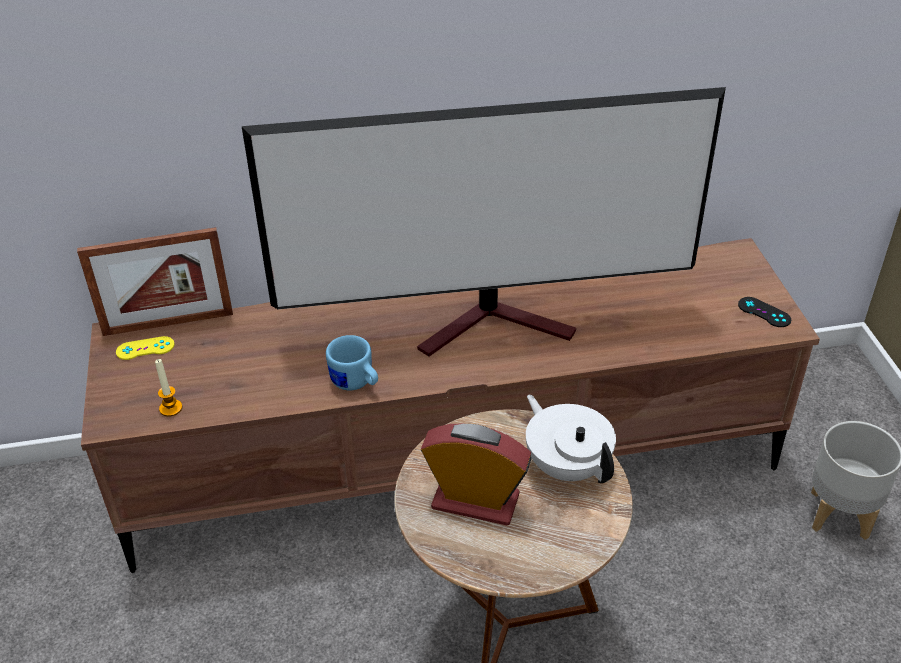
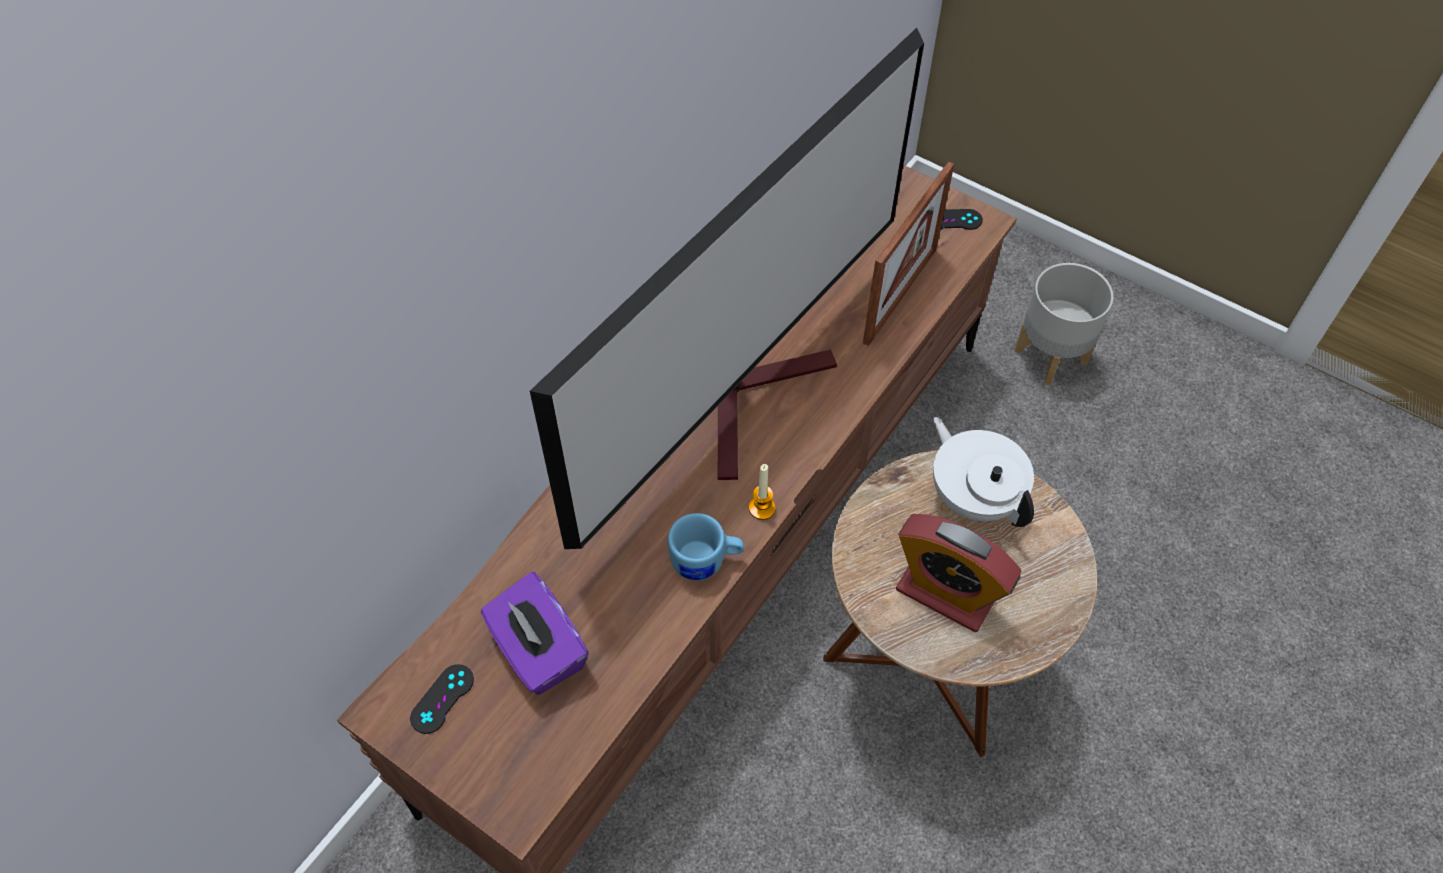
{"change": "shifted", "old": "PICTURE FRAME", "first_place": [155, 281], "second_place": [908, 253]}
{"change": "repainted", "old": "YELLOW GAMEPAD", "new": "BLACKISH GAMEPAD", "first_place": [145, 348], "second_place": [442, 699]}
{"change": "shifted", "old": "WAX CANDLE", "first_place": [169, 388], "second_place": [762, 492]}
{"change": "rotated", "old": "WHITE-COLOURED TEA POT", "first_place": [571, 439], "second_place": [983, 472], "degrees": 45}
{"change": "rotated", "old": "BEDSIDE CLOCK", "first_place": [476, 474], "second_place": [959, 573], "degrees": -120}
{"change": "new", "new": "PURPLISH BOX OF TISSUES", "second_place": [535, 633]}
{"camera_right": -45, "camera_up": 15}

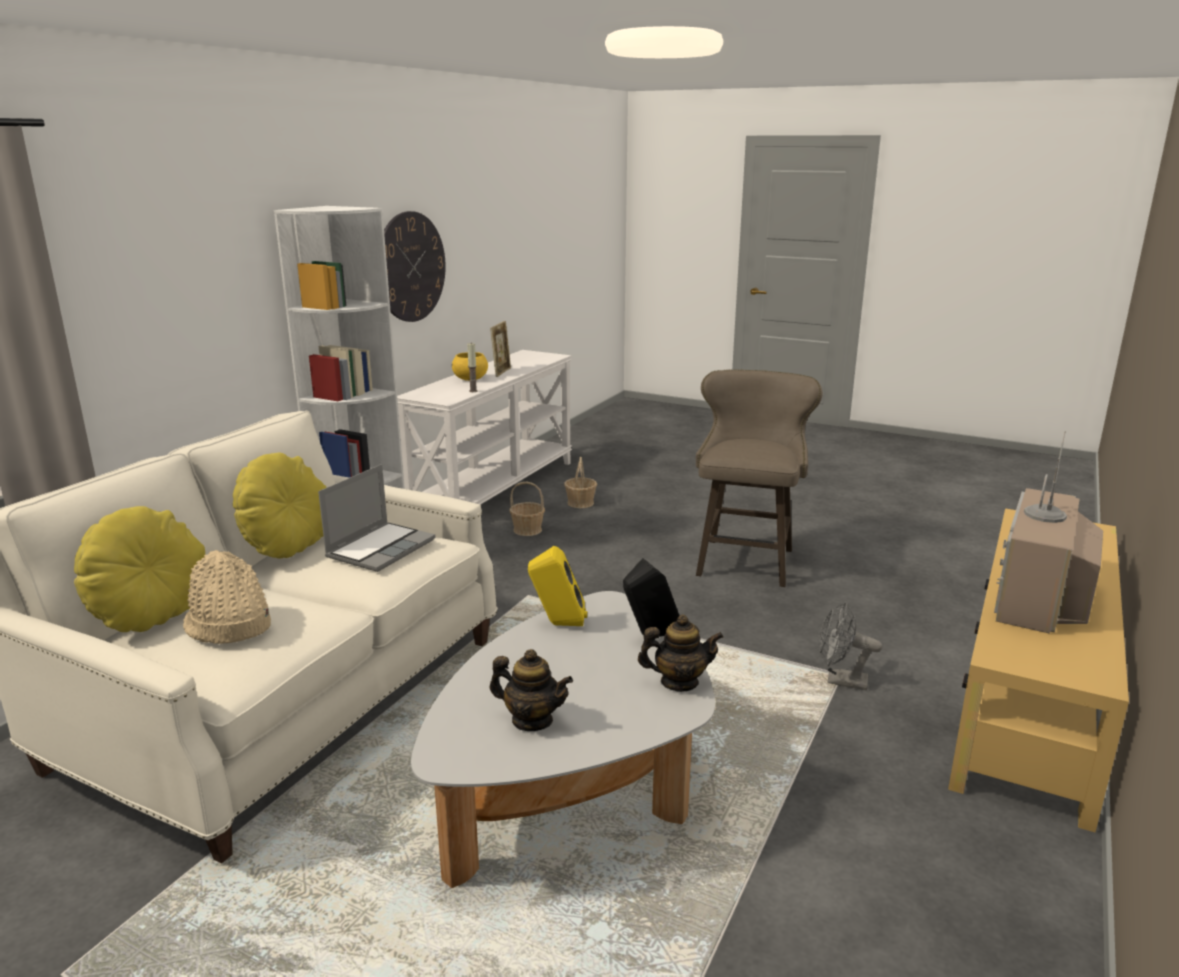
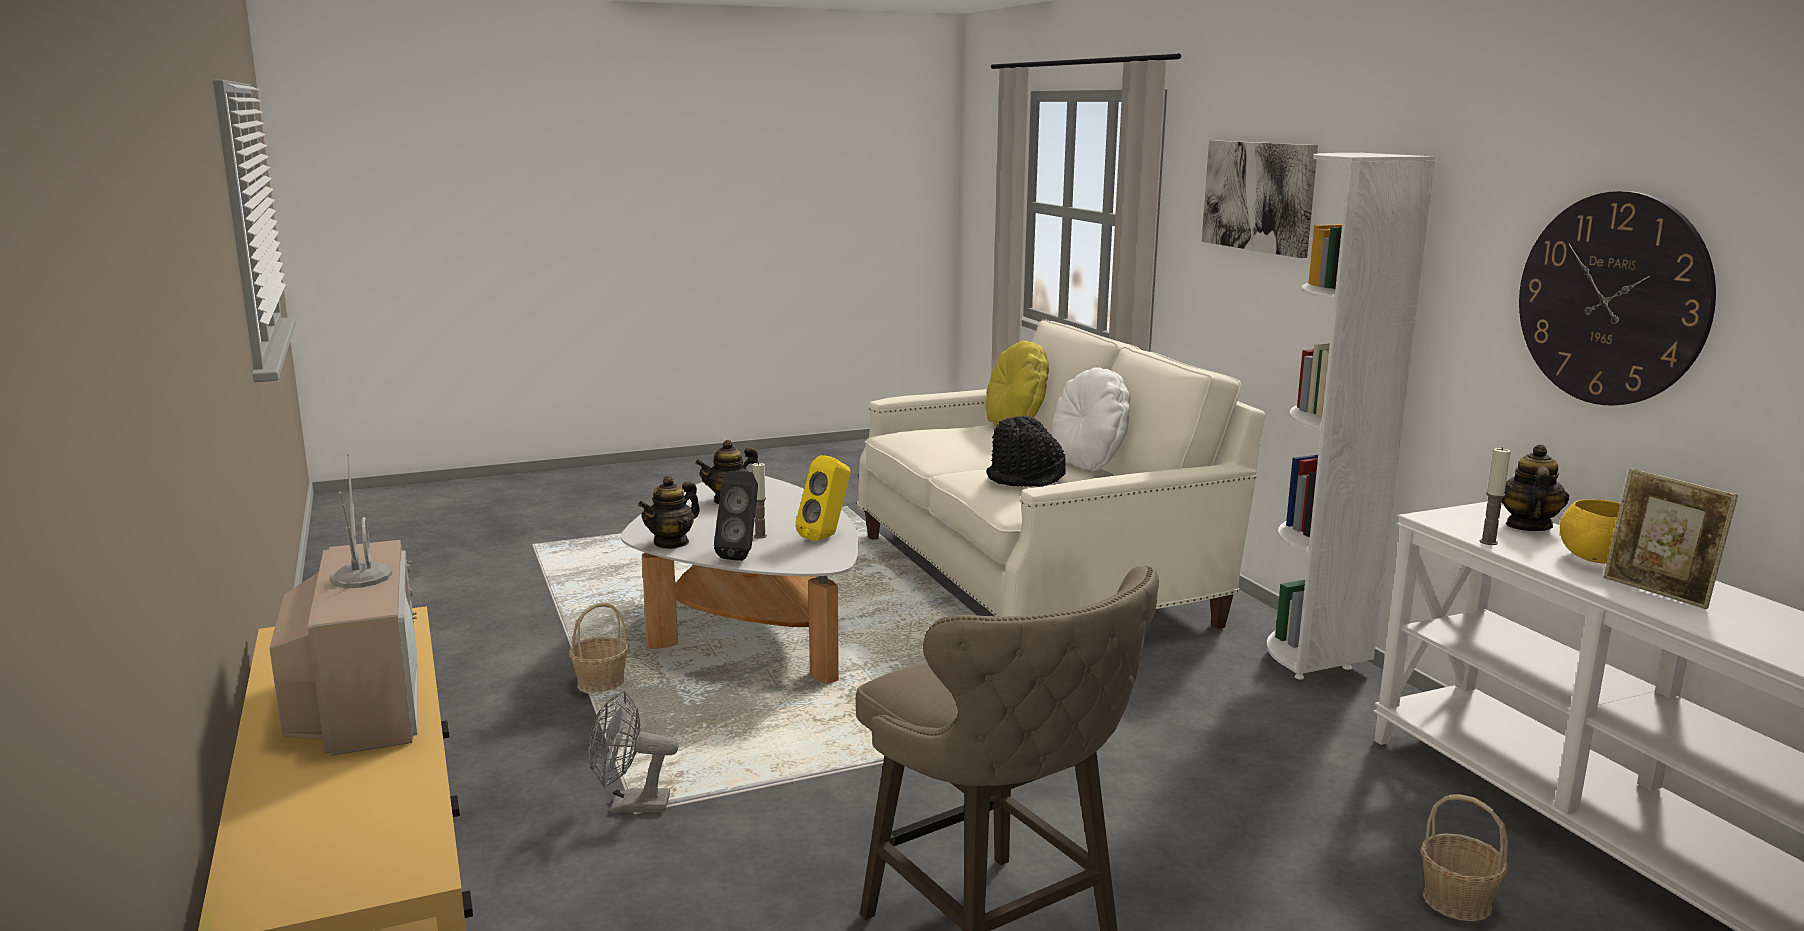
{"change": "repainted", "old": "YELLOW THROW PILLOW", "new": "WHITE-COLOURED THROW PILLOW", "first_place": [280, 506], "second_place": [1091, 419]}
{"change": "swapped", "old": "PORTABLE COMPUTER", "new": "BLACKISH CLOTHING HAT", "first_place": [376, 518], "second_place": [1026, 451]}
{"change": "shifted", "old": "BASKET", "first_place": [527, 509], "second_place": [599, 647]}
{"change": "gone", "old": "BEIGE-COLOURED CLOTHING HAT", "first_place": [227, 597]}
{"change": "rotated", "old": "GREY ELECTRIC FAN", "first_place": [850, 646], "second_place": [634, 751], "degrees": -150}
{"change": "new", "new": "WALL ART", "second_place": [1260, 199]}
{"change": "new", "new": "TEA POT", "second_place": [1535, 487]}
{"change": "new", "new": "WAX CANDLE", "second_place": [759, 500]}
{"camera_right": 130, "camera_up": -5}

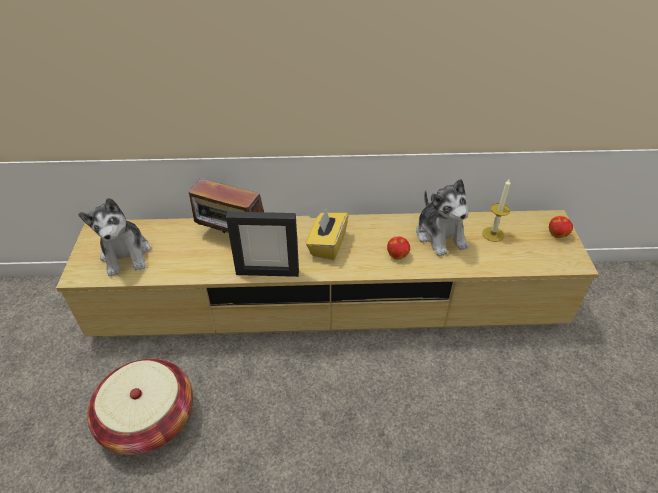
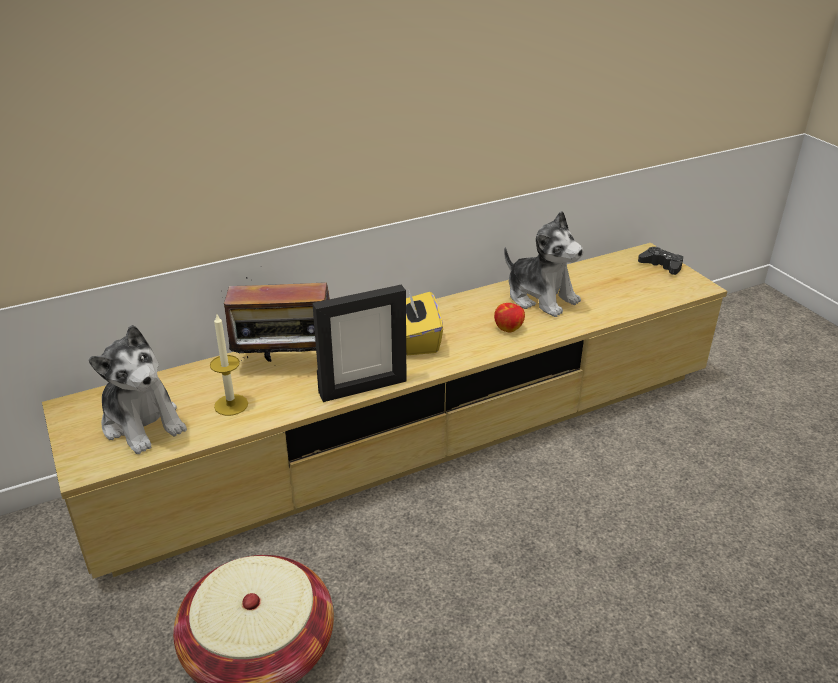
{"change": "shifted", "old": "WAX CANDLE", "first_place": [496, 210], "second_place": [229, 365]}
{"change": "swapped", "old": "APPLE", "new": "BLACKISH GAMEPAD", "first_place": [561, 227], "second_place": [660, 261]}
{"camera_right": -25, "camera_up": -10}

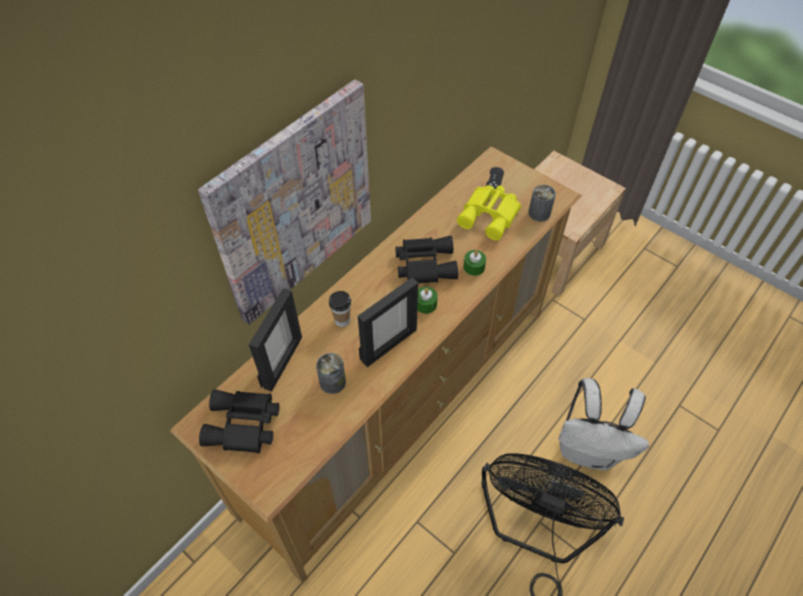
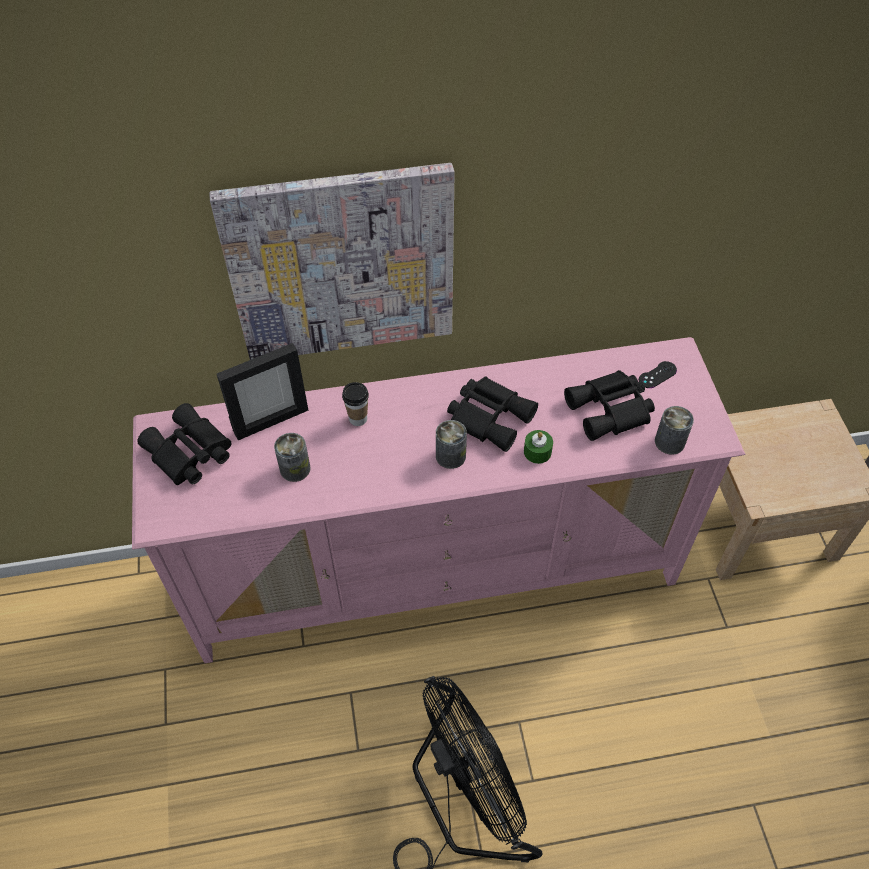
{"change": "repainted", "old": "BROWNISH CHEST OF DRAWERS", "new": "PINK-COLOURED CHEST OF DRAWERS", "first_place": [376, 364], "second_place": [439, 500]}
{"change": "repainted", "old": "YELLOW PAIR OF BINOCULARS", "new": "BLACKISH PAIR OF BINOCULARS", "first_place": [489, 212], "second_place": [609, 405]}
{"change": "gone", "old": "PICTURE FRAME", "first_place": [388, 322]}
{"change": "swapped", "old": "GREENISH WAX CANDLE", "new": "METAL CAN", "first_place": [427, 300], "second_place": [451, 444]}
{"change": "gone", "old": "WHITE-COLOURED RUCKSACK", "first_place": [603, 424]}
{"camera_right": 40, "camera_up": 0}

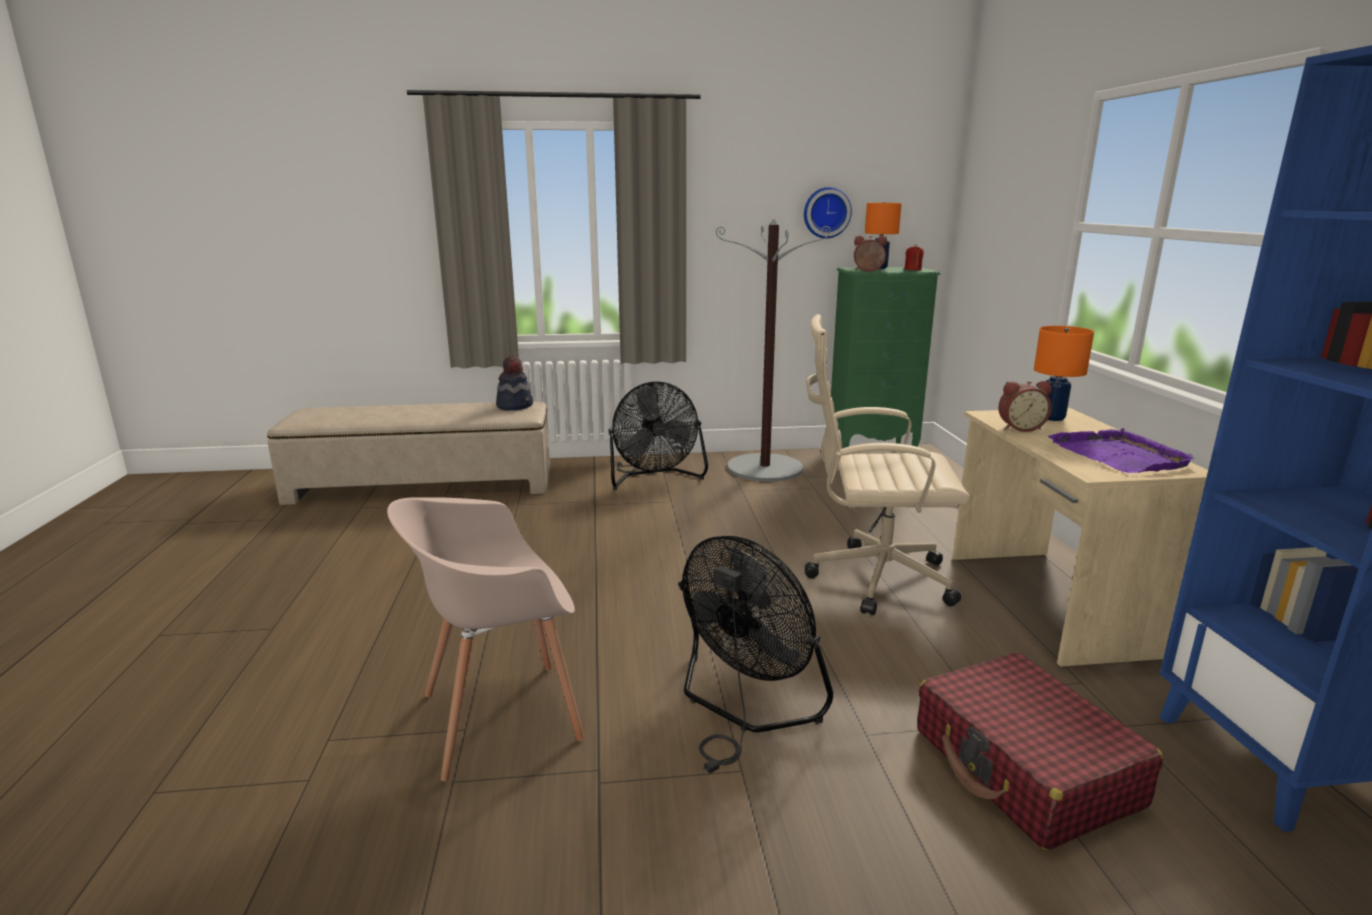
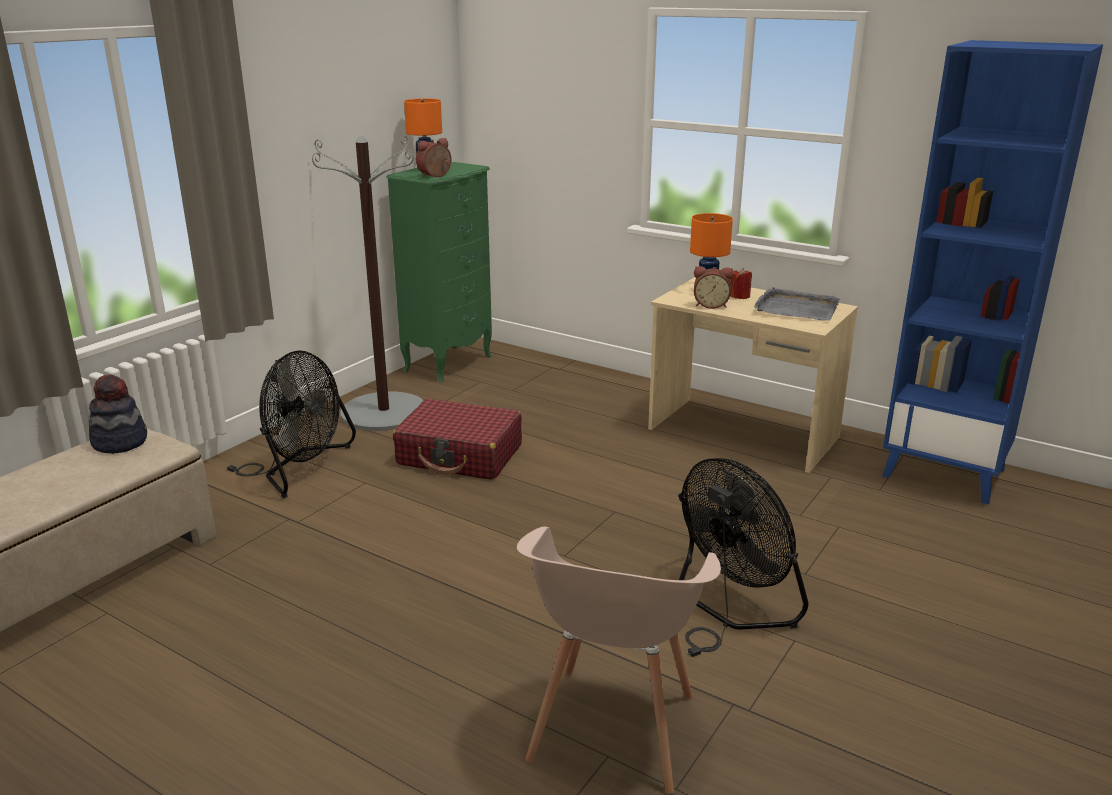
{"change": "gone", "old": "HANGING CLOCK", "first_place": [828, 212]}
{"change": "shifted", "old": "REDDISH WAX CANDLE", "first_place": [914, 257], "second_place": [741, 283]}
{"change": "gone", "old": "BEIGE-COLOURED DESK CHAIR", "first_place": [887, 464]}
{"change": "rotated", "old": "BEDSIDE CLOCK", "first_place": [1025, 406], "second_place": [713, 287], "degrees": 60}
{"change": "repainted", "old": "PURPLISH SERVING TRAY", "new": "GREY SERVING TRAY", "first_place": [1121, 450], "second_place": [797, 304]}
{"change": "rotated", "old": "BLACKISH ELECTRIC FAN", "first_place": [755, 654], "second_place": [743, 557], "degrees": 60}
{"change": "shifted", "old": "REDDISH SUITCASE", "first_place": [1040, 751], "second_place": [457, 439]}
{"camera_right": -50, "camera_up": 5}

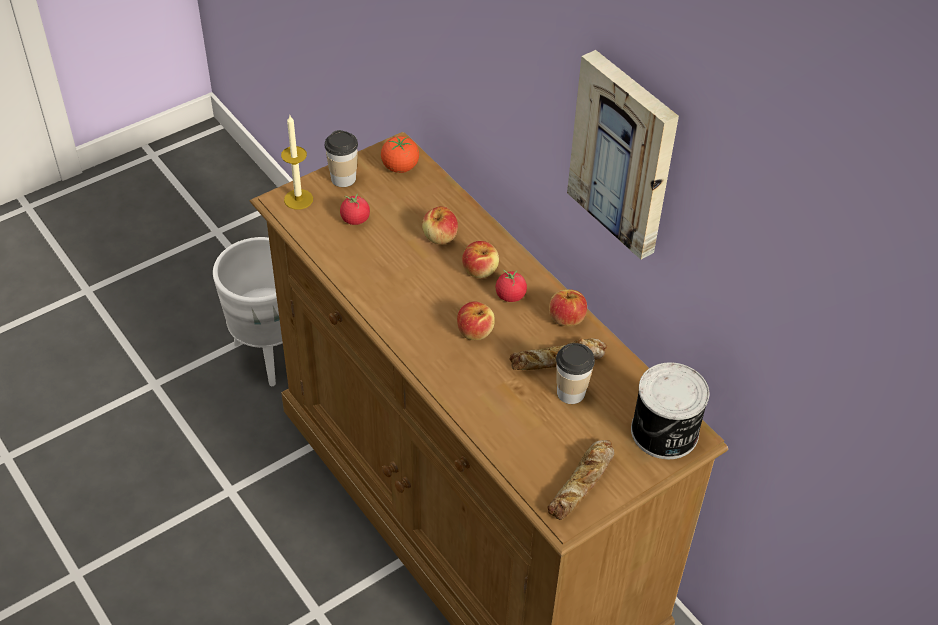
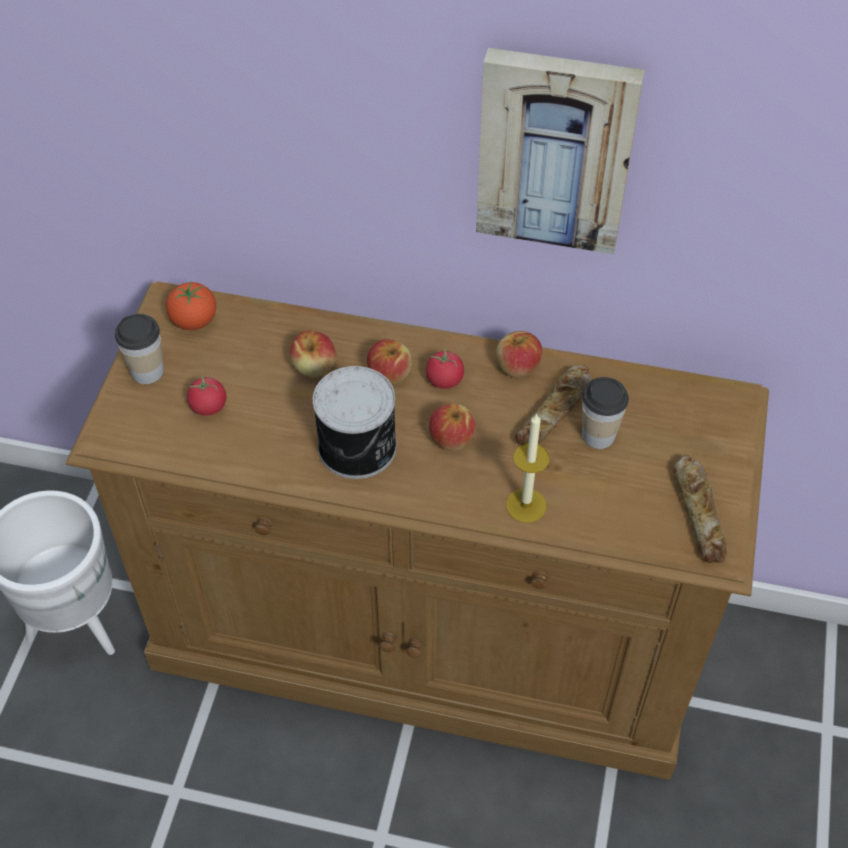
{"change": "shifted", "old": "WAX CANDLE", "first_place": [297, 162], "second_place": [528, 468]}
{"change": "shifted", "old": "METAL CAN", "first_place": [670, 410], "second_place": [355, 422]}
{"camera_right": -40, "camera_up": 5}

